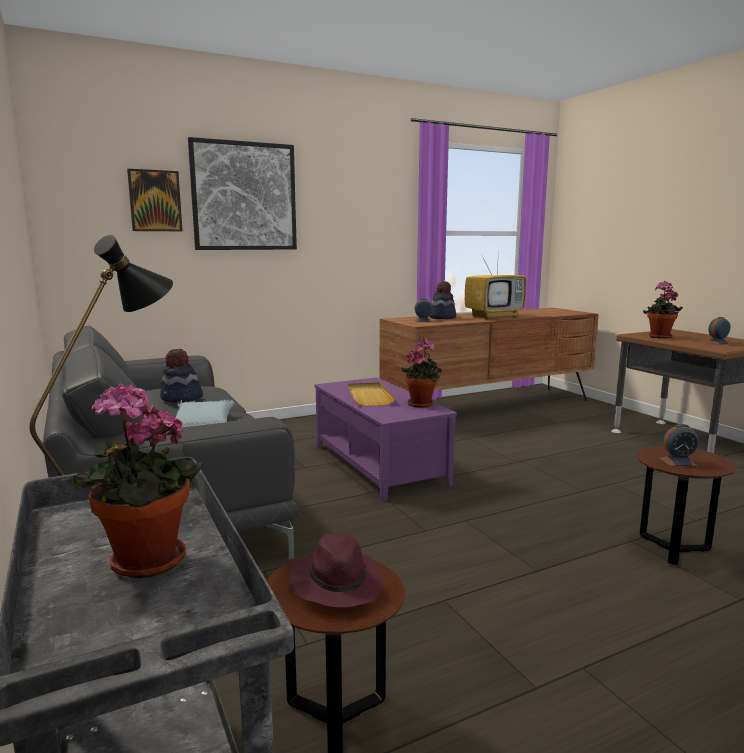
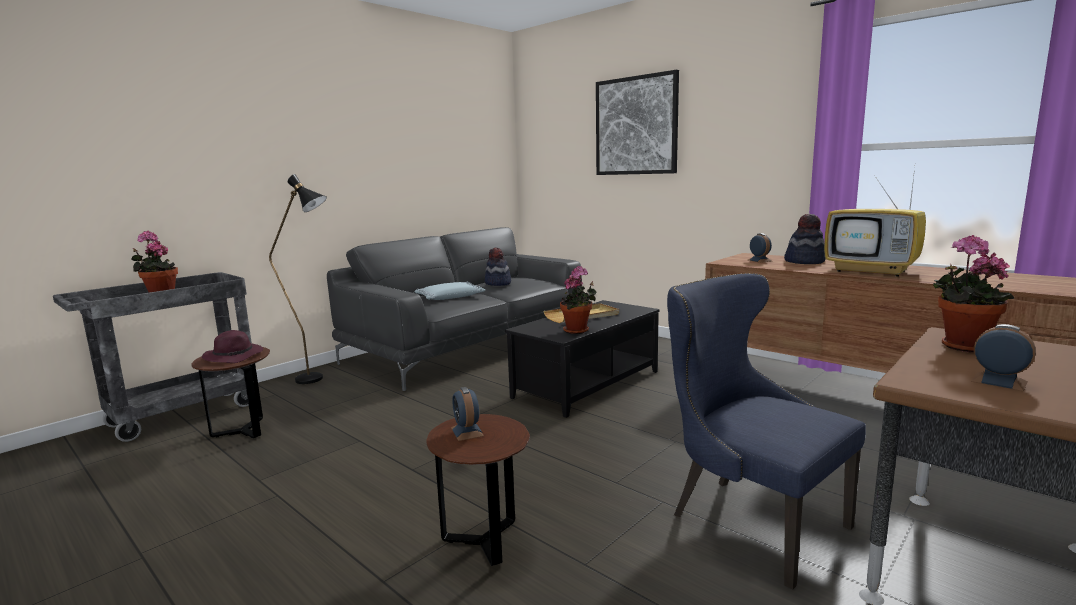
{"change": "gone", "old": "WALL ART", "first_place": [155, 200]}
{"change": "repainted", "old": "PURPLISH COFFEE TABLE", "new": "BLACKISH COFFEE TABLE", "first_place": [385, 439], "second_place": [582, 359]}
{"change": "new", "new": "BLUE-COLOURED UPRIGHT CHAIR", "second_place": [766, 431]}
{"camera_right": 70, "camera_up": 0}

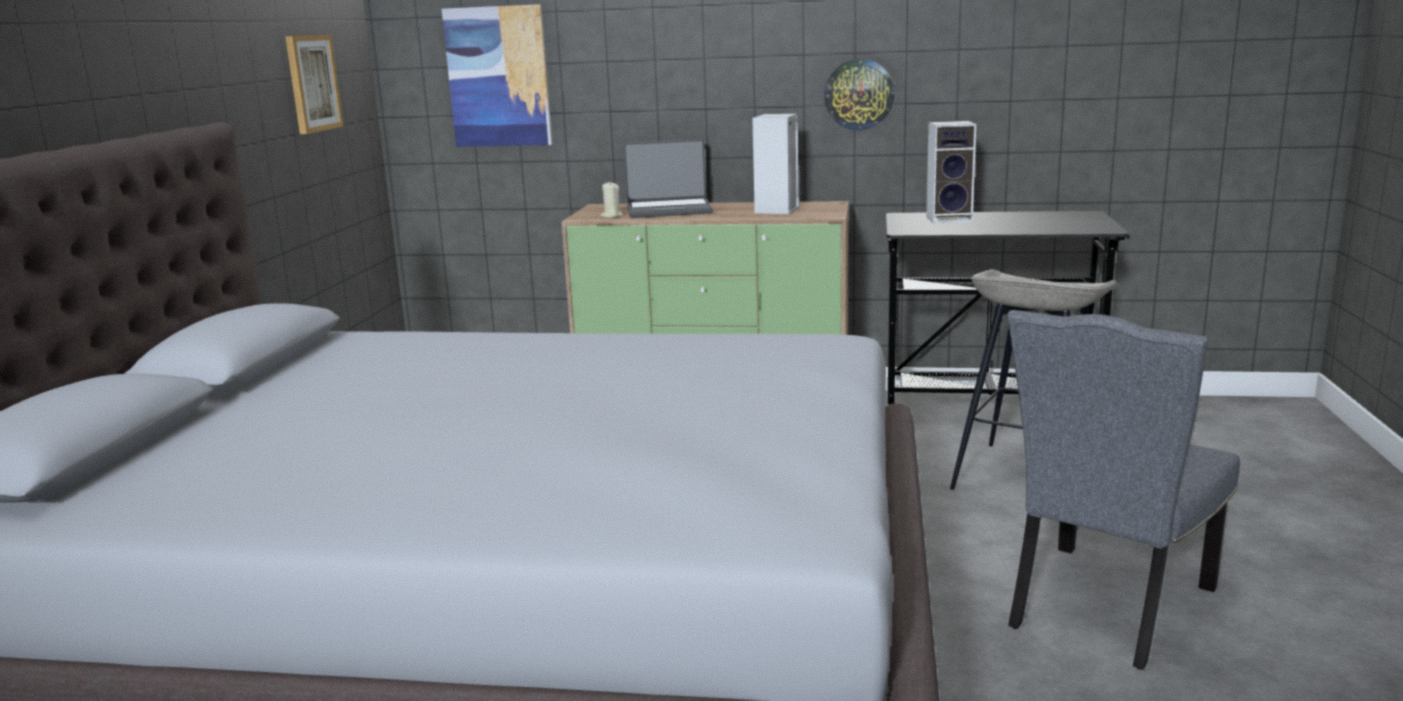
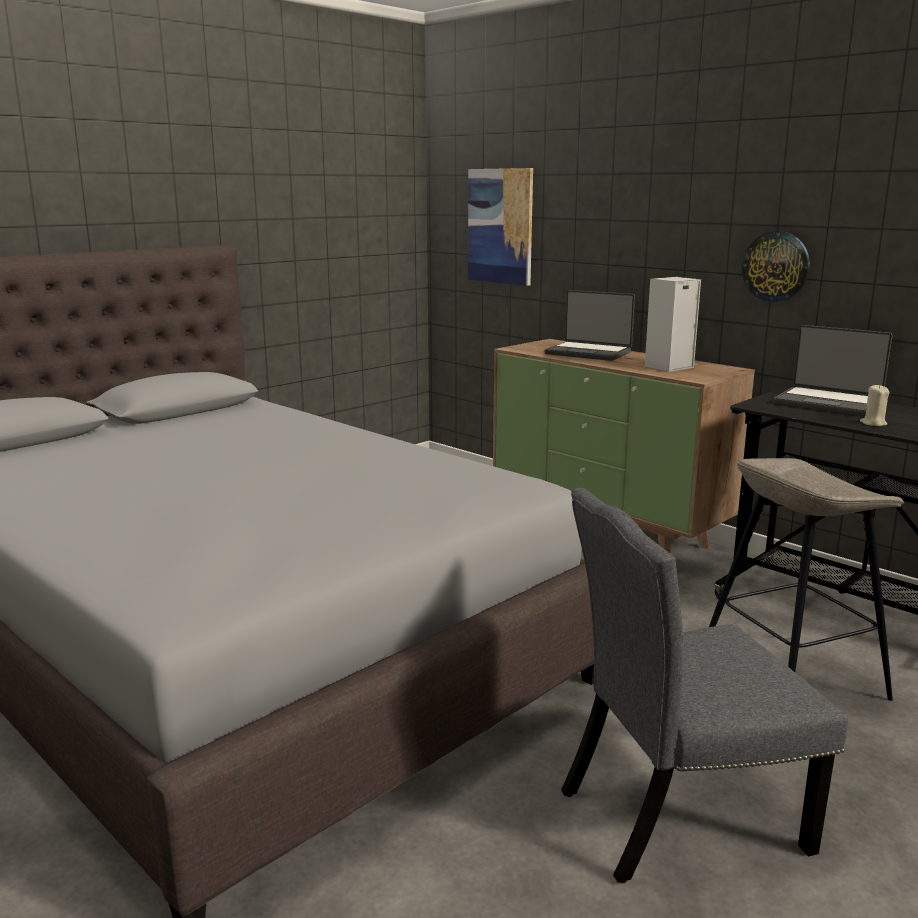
{"change": "gone", "old": "WALL ART", "first_place": [314, 84]}
{"change": "swapped", "old": "AUDIO SPEAKER", "new": "PORTABLE COMPUTER", "first_place": [951, 172], "second_place": [832, 370]}
{"change": "shifted", "old": "BEIGE-COLOURED WAX CANDLE", "first_place": [612, 200], "second_place": [875, 405]}
{"camera_right": 35, "camera_up": 0}

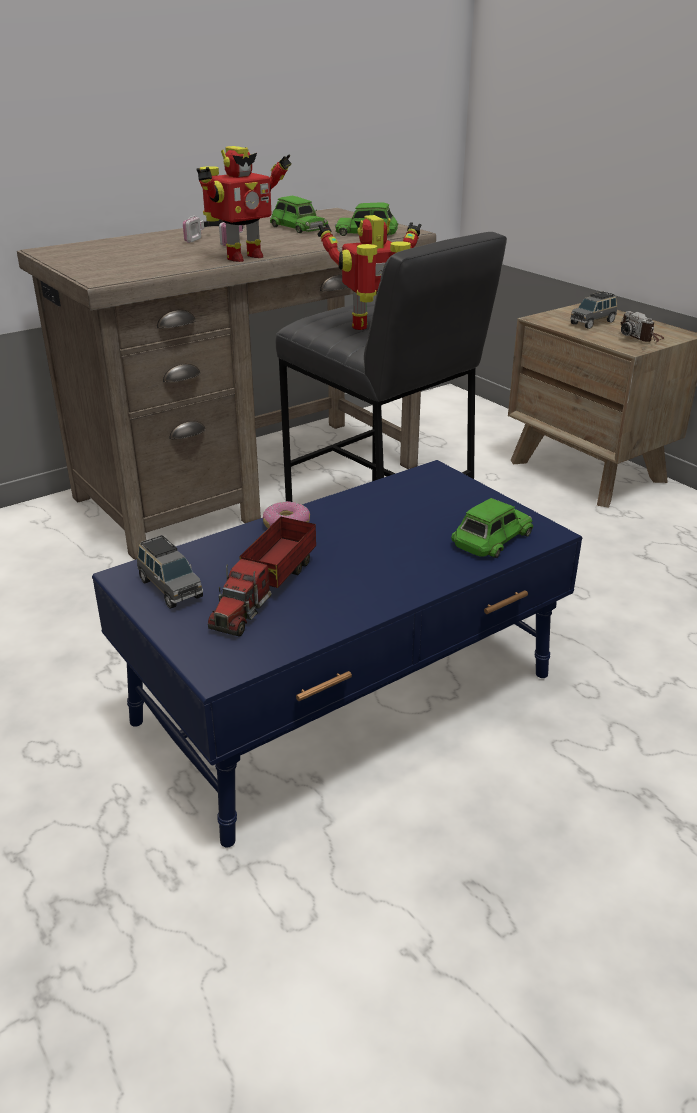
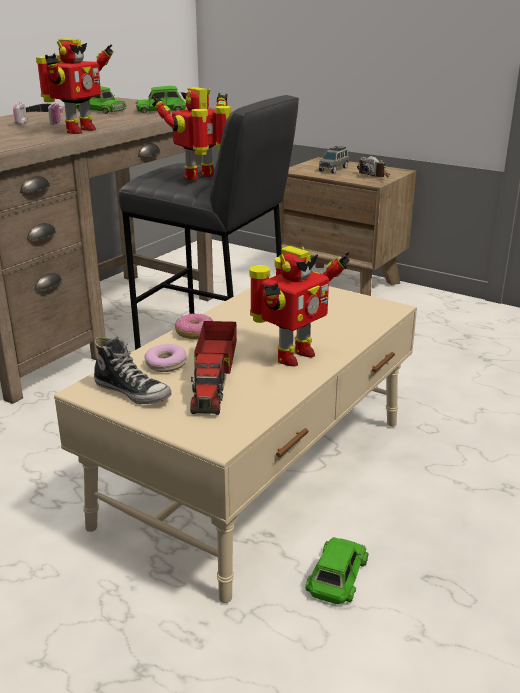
{"change": "repainted", "old": "BLUE-COLOURED COFFEE TABLE", "new": "BEIGE-COLOURED COFFEE TABLE", "first_place": [337, 653], "second_place": [235, 438]}
{"change": "shifted", "old": "GREENISH MINIATURE CAR", "first_place": [492, 528], "second_place": [337, 570]}
{"change": "swapped", "old": "GREY MINIATURE CAR", "new": "ITEM OF FOOTWEAR", "first_place": [170, 572], "second_place": [133, 370]}
{"change": "new", "new": "TOY ROBOT", "second_place": [299, 306]}
{"change": "new", "new": "DONUT", "second_place": [165, 358]}
{"camera_right": -20, "camera_up": -5}

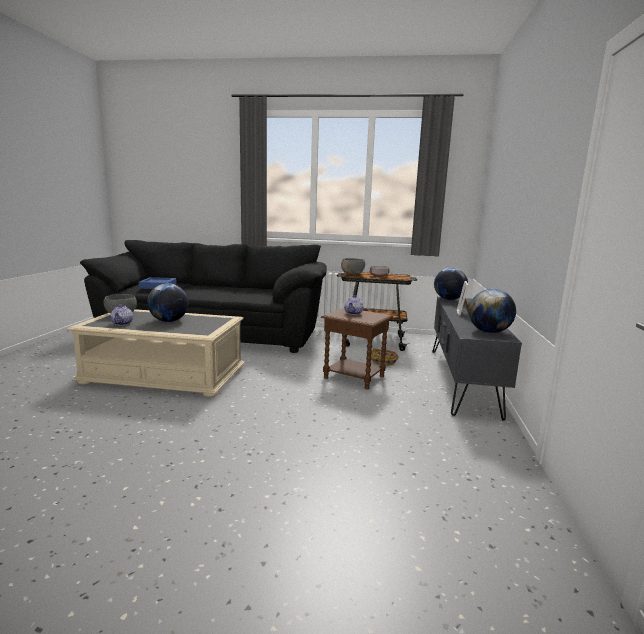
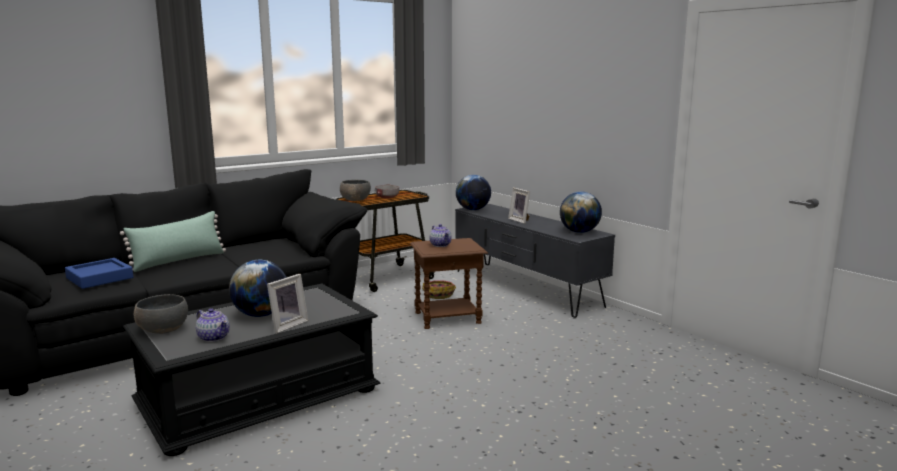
{"change": "repainted", "old": "BEIGE-COLOURED COFFEE TABLE", "new": "BLACKISH COFFEE TABLE", "first_place": [156, 353], "second_place": [251, 370]}
{"change": "new", "new": "GREENISH THROW PILLOW", "second_place": [173, 241]}
{"change": "new", "new": "PICTURE FRAME", "second_place": [287, 303]}
{"camera_right": -45, "camera_up": 0}

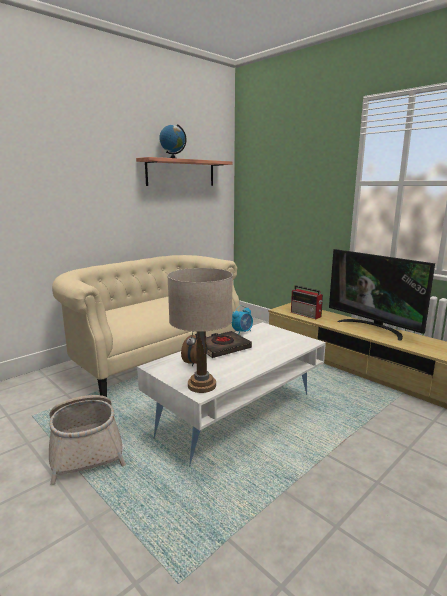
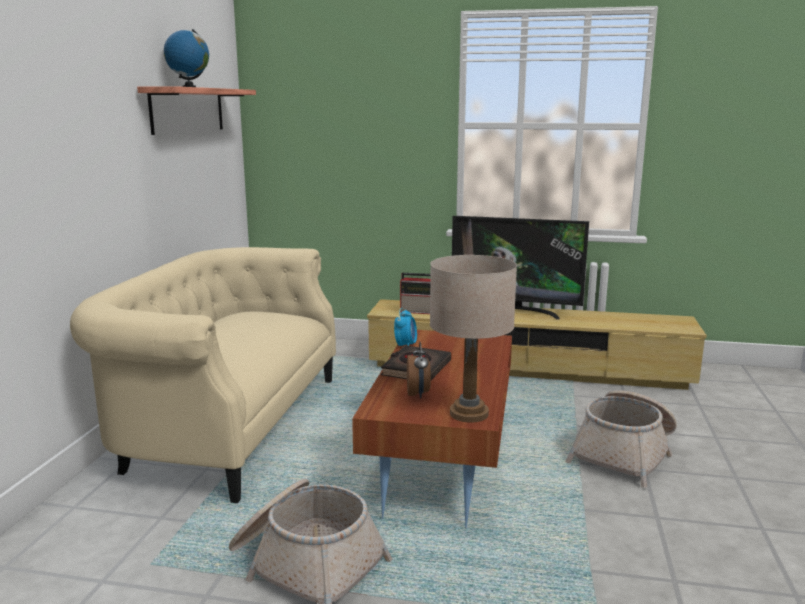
{"change": "repainted", "old": "WHITE-COLOURED COFFEE TABLE", "new": "BROWNISH COFFEE TABLE", "first_place": [231, 394], "second_place": [432, 429]}
{"change": "new", "new": "BASKET", "second_place": [621, 439]}
{"camera_right": -35, "camera_up": 0}

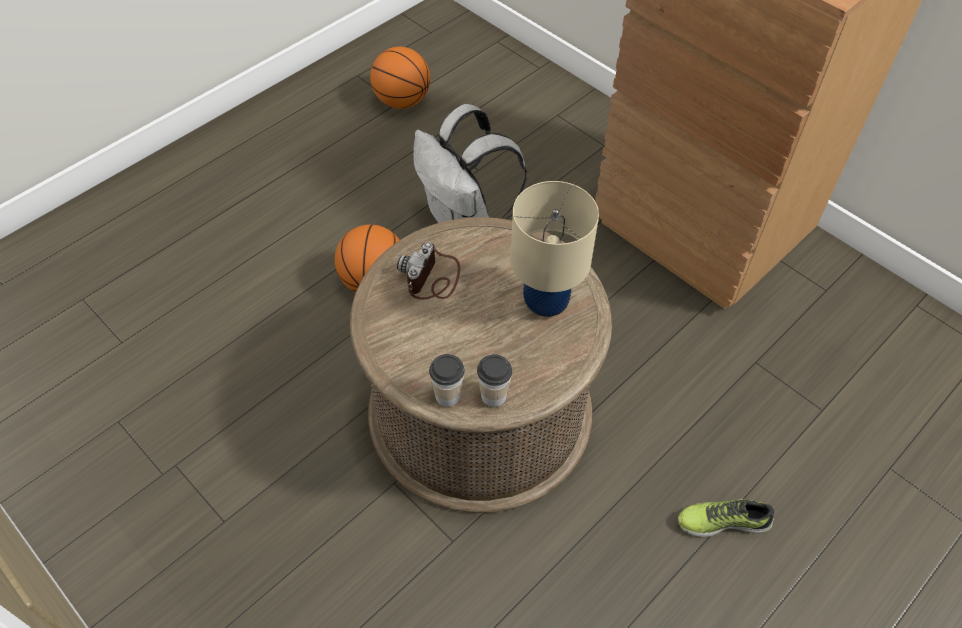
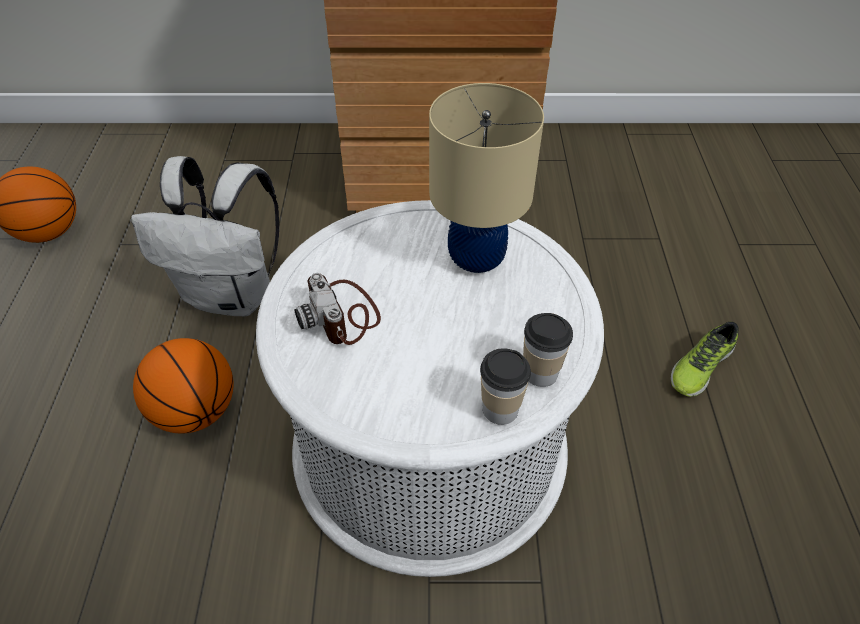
{"change": "repainted", "old": "BROWNISH COFFEE TABLE", "new": "WHITE-COLOURED COFFEE TABLE", "first_place": [481, 365], "second_place": [430, 388]}
{"camera_right": -45, "camera_up": -5}

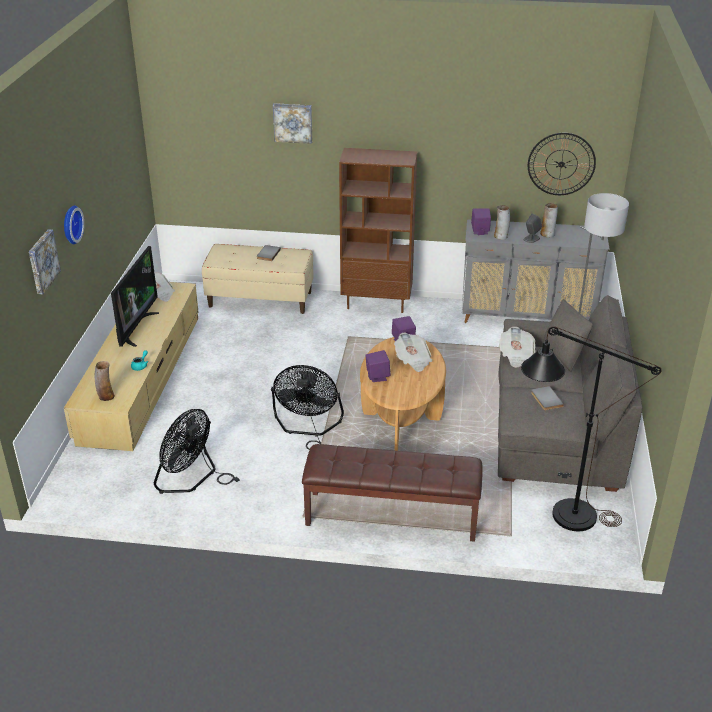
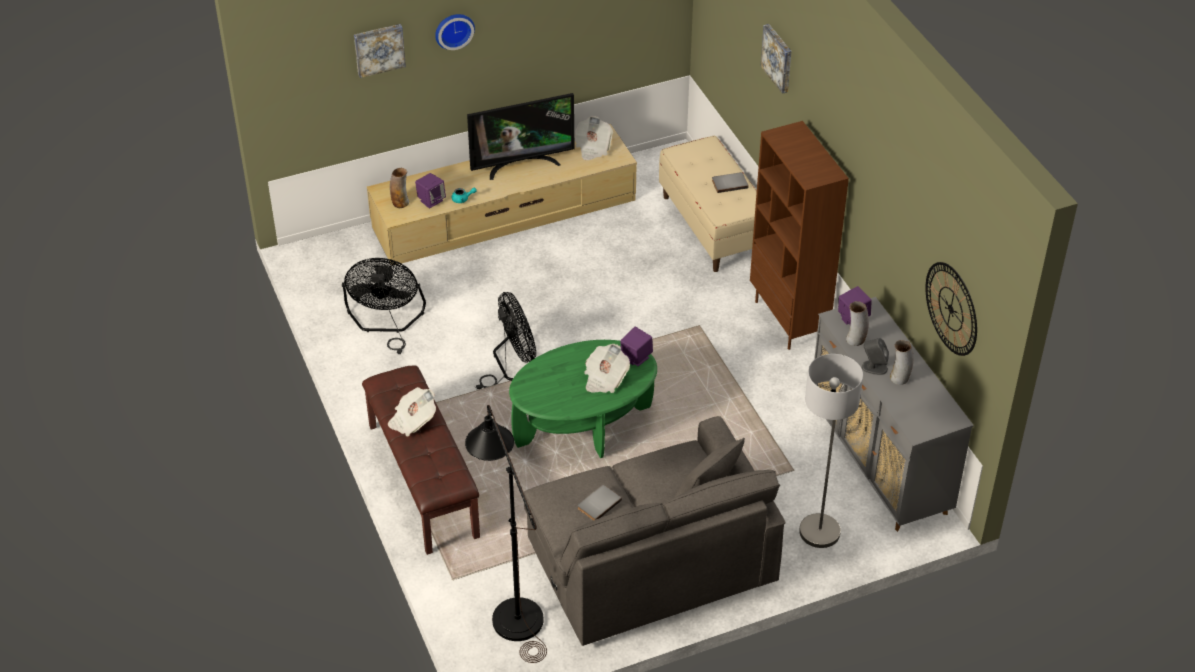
{"change": "shifted", "old": "PRINTED PAPER", "first_place": [516, 347], "second_place": [412, 411]}
{"change": "repainted", "old": "BROWNISH COFFEE TABLE", "new": "GREENISH COFFEE TABLE", "first_place": [403, 394], "second_place": [583, 399]}
{"change": "shifted", "old": "PURPLISH AUDIO SPEAKER", "first_place": [378, 366], "second_place": [430, 190]}
{"camera_right": 60, "camera_up": 10}

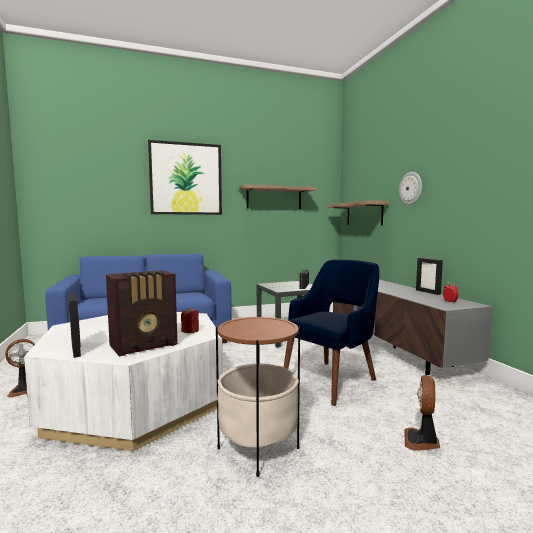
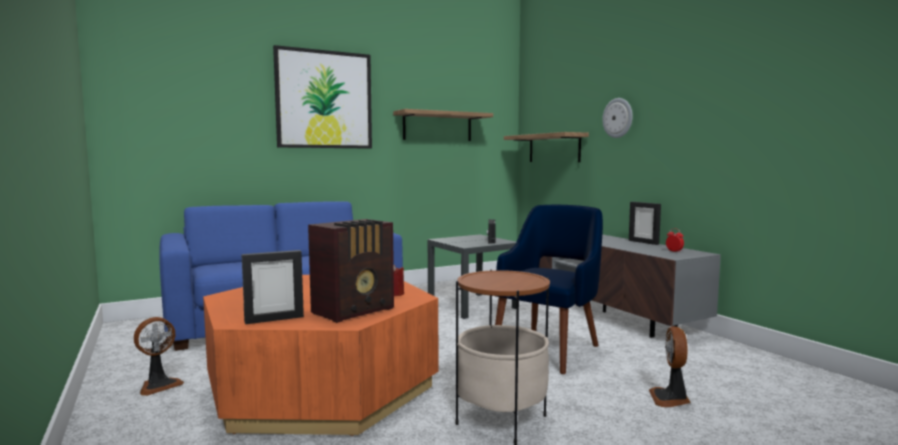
{"change": "rotated", "old": "PICTURE FRAME", "first_place": [74, 325], "second_place": [272, 287], "degrees": -75}
{"change": "repainted", "old": "WHITE-COLOURED COFFEE TABLE", "new": "ORANGE-COLOURED COFFEE TABLE", "first_place": [123, 381], "second_place": [320, 355]}
{"camera_right": -10, "camera_up": 0}

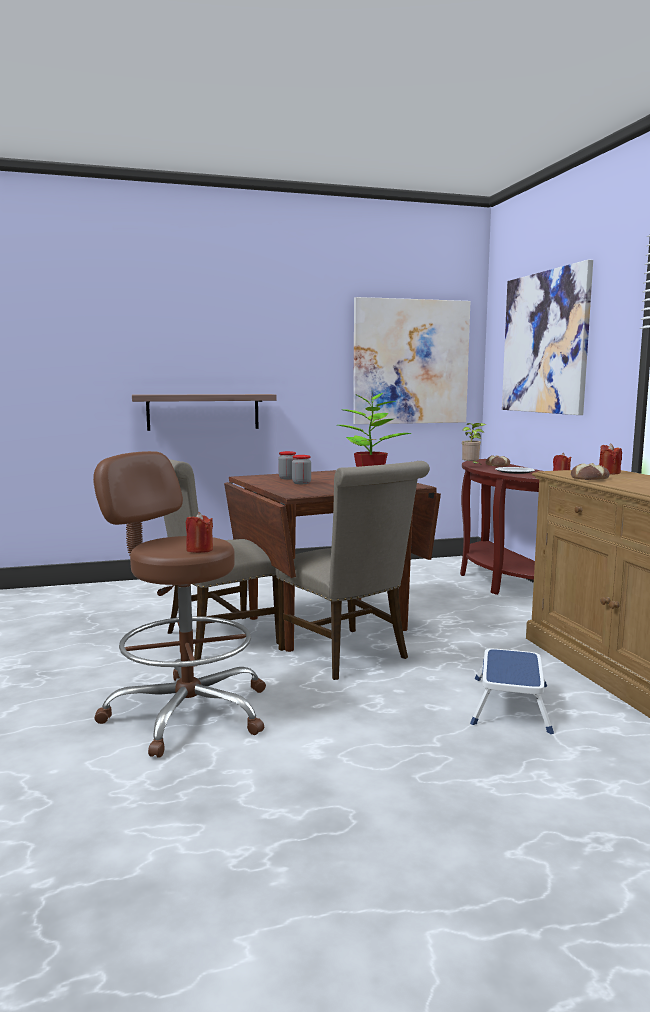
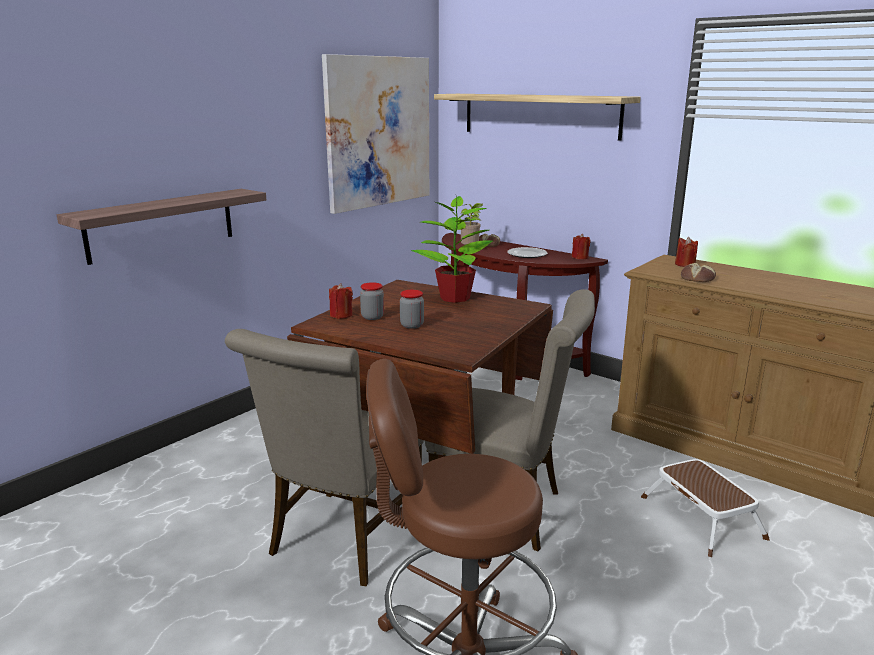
{"change": "swapped", "old": "WALL ART", "new": "WALL SHELF", "first_place": [547, 337], "second_place": [537, 117]}
{"change": "shifted", "old": "REDDISH WAX CANDLE", "first_place": [199, 532], "second_place": [341, 301]}
{"change": "repainted", "old": "BLUE-COLOURED STEP LADDER", "new": "BROWNISH STEP LADDER", "first_place": [512, 691], "second_place": [705, 508]}
{"camera_right": -35, "camera_up": 10}

